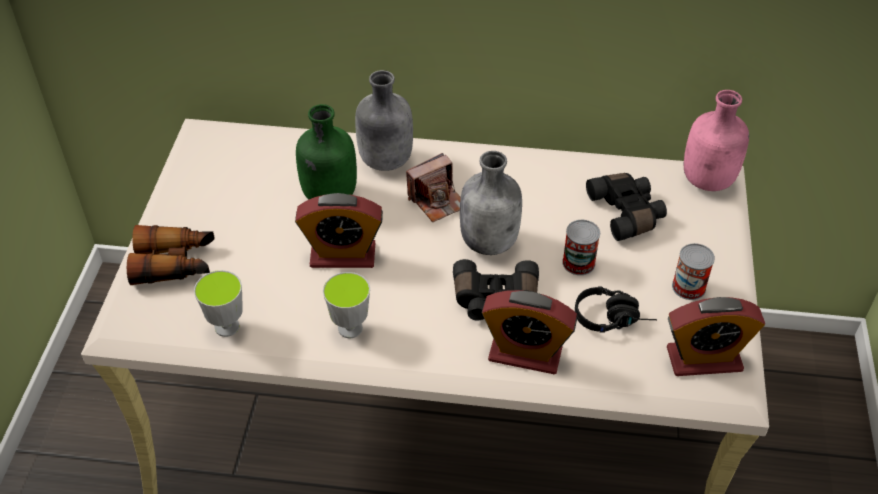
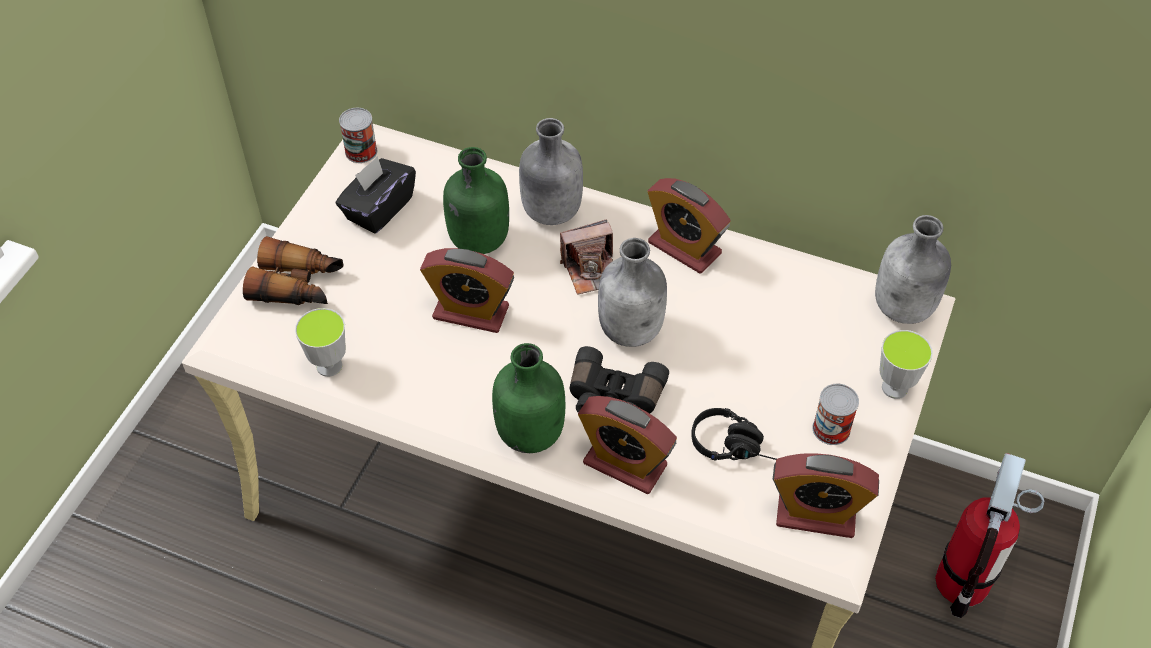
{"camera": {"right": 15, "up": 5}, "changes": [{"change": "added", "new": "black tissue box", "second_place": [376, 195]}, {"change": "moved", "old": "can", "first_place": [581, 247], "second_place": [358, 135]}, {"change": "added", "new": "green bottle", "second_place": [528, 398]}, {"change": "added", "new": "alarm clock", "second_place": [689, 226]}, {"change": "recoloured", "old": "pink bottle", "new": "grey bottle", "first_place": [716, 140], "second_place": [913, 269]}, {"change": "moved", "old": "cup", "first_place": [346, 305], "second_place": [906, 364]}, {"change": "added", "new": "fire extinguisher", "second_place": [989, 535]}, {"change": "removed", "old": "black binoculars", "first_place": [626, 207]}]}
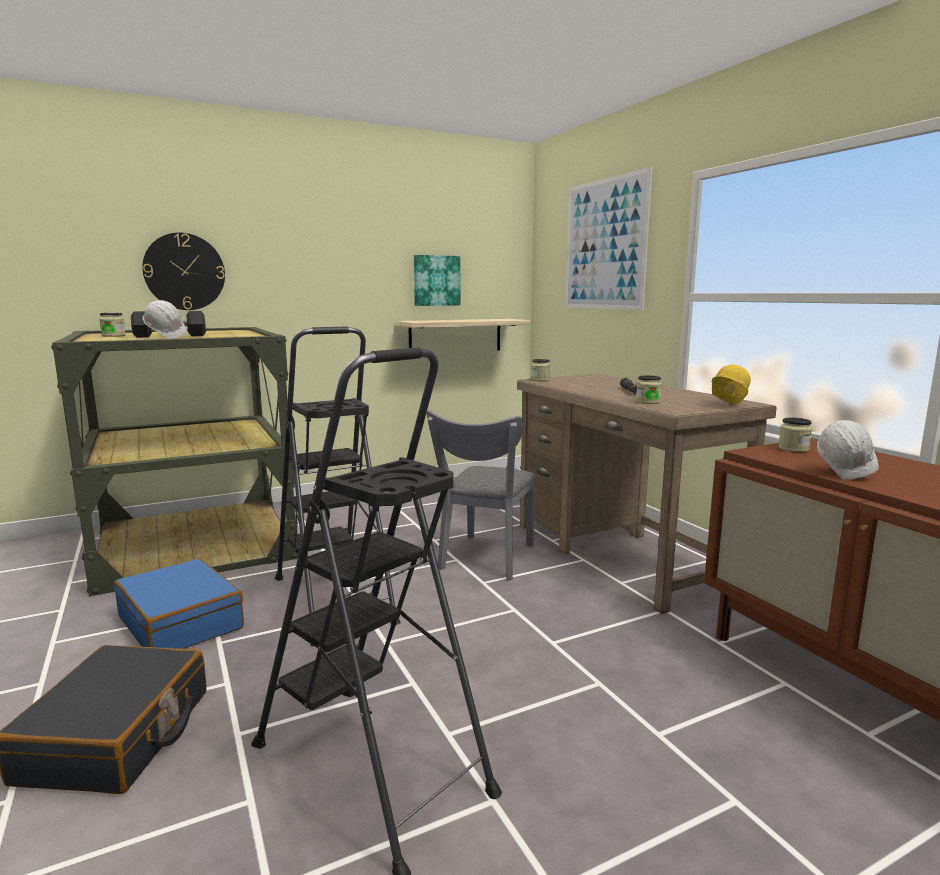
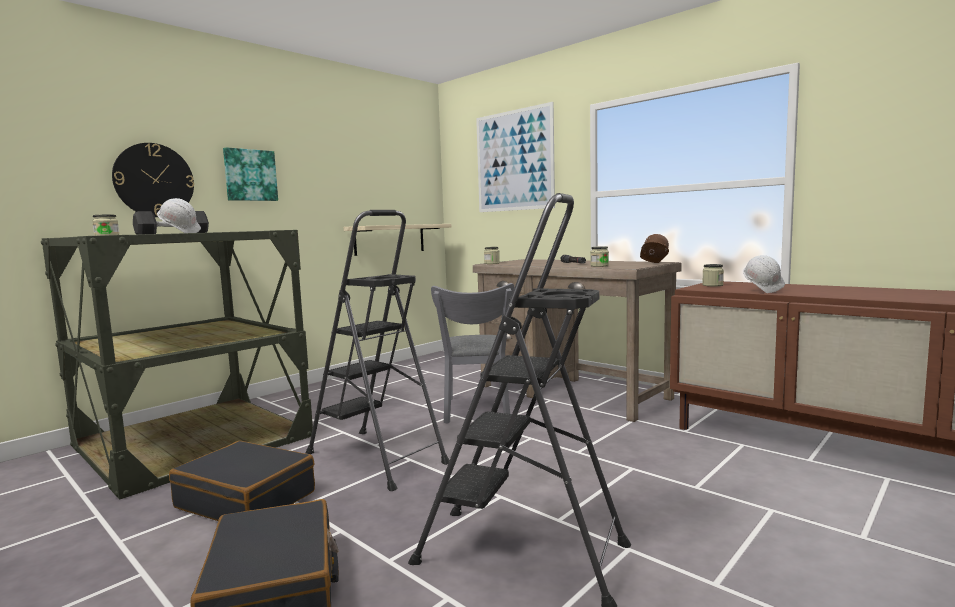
{"camera": {"right": -20, "up": -5}, "changes": [{"change": "recoloured", "old": "blue suitcase", "new": "black suitcase", "first_place": [179, 603], "second_place": [242, 481]}, {"change": "moved", "old": "picture", "first_place": [437, 280], "second_place": [250, 174]}, {"change": "recoloured", "old": "yellow hard hat", "new": "brown hard hat", "first_place": [731, 384], "second_place": [654, 248]}]}
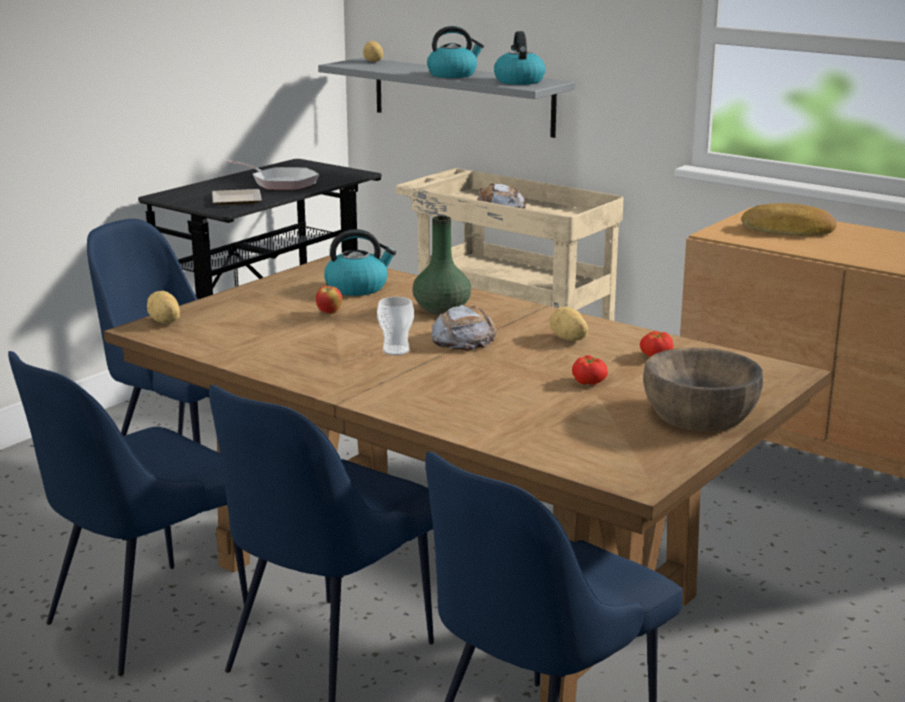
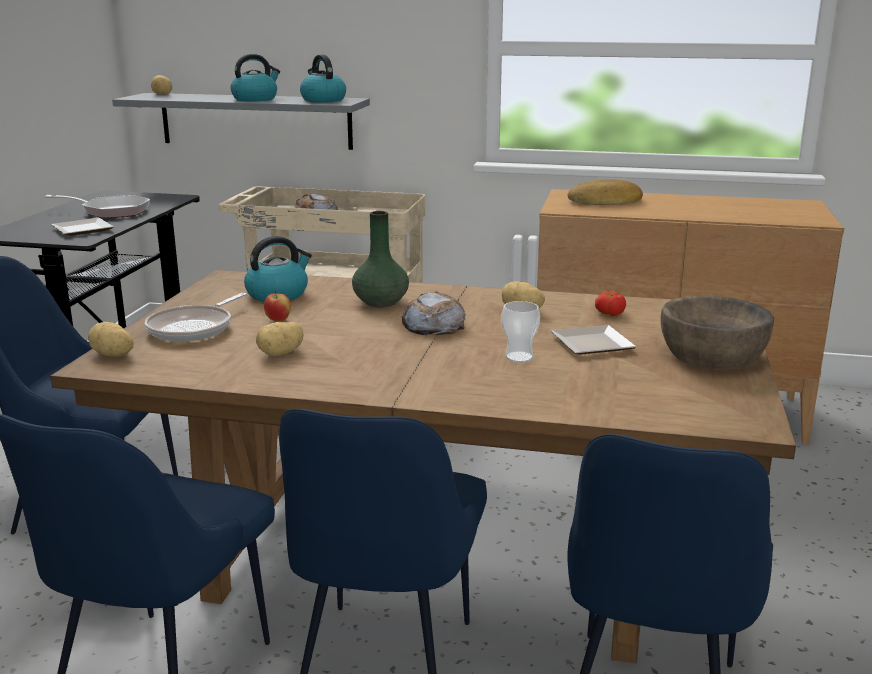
{"camera": {"right": -25, "up": 0}, "changes": [{"change": "added", "new": "frying pan", "second_place": [196, 317]}, {"change": "added", "new": "potato", "second_place": [279, 339]}, {"change": "moved", "old": "cup", "first_place": [395, 326], "second_place": [520, 332]}, {"change": "replaced", "old": "tomato", "new": "plate", "first_place": [590, 370], "second_place": [593, 339]}]}
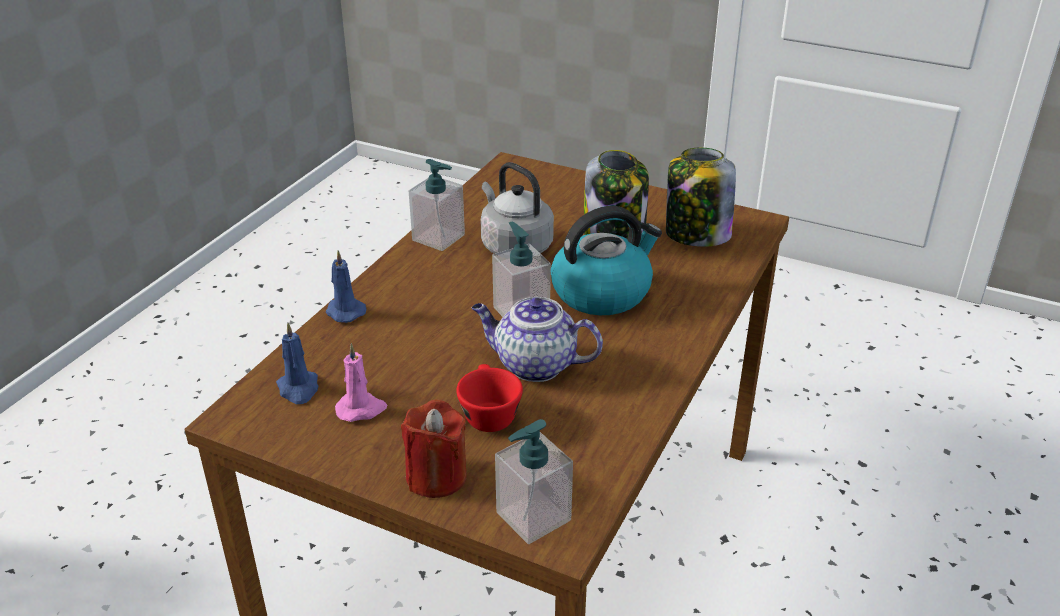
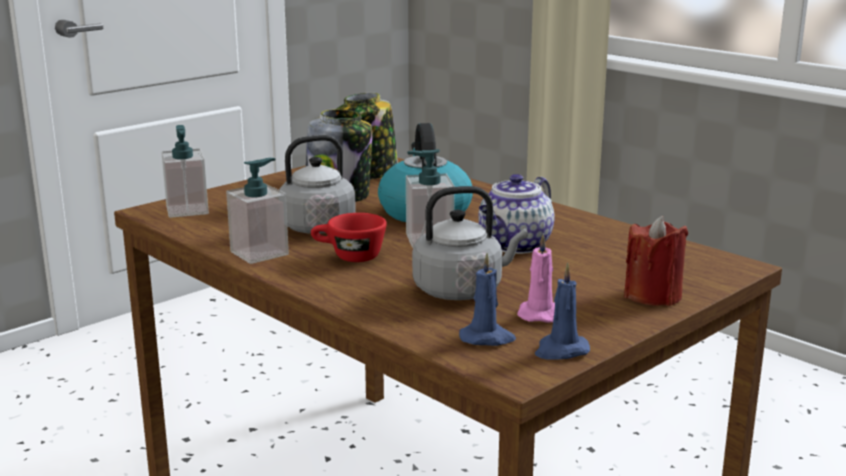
{"camera": {"right": -70, "up": -15}, "changes": [{"change": "moved", "old": "soap dispenser", "first_place": [534, 481], "second_place": [185, 171]}, {"change": "moved", "old": "red cup", "first_place": [489, 398], "second_place": [349, 237]}, {"change": "added", "new": "grey kettle", "second_place": [470, 243]}, {"change": "moved", "old": "blue candle", "first_place": [346, 286], "second_place": [562, 311]}]}
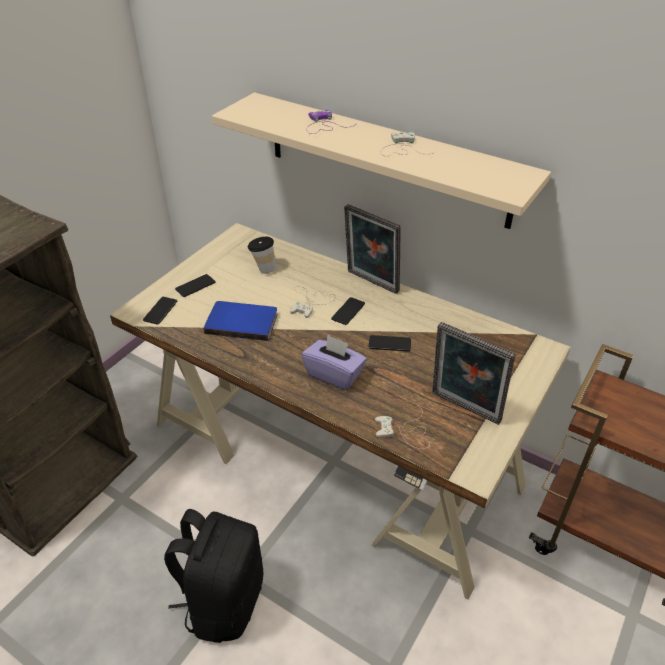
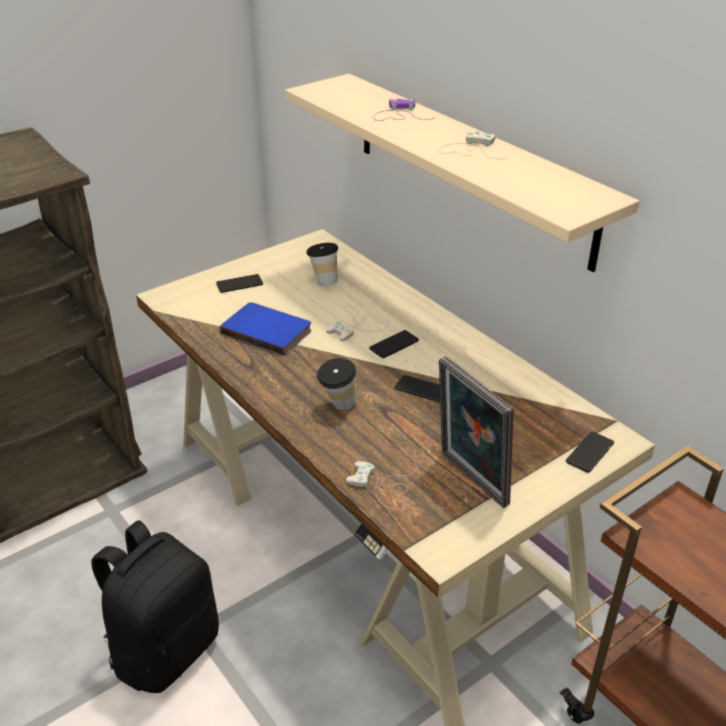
{"camera": {"right": 20, "up": -5}, "changes": [{"change": "replaced", "old": "purple tissue box", "new": "cup", "first_place": [334, 362], "second_place": [336, 384]}, {"change": "moved", "old": "phone", "first_place": [160, 311], "second_place": [590, 452]}, {"change": "removed", "old": "picture frame", "first_place": [372, 249]}]}
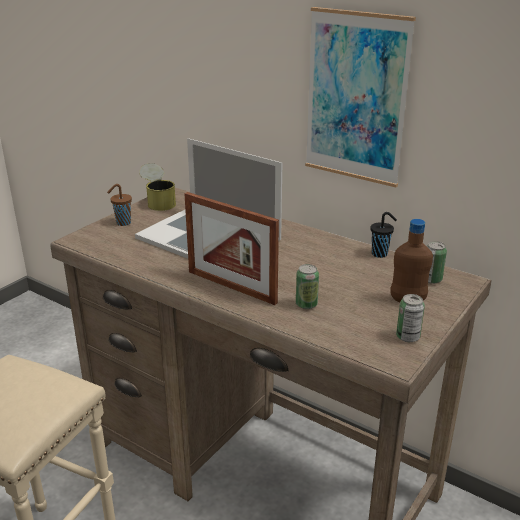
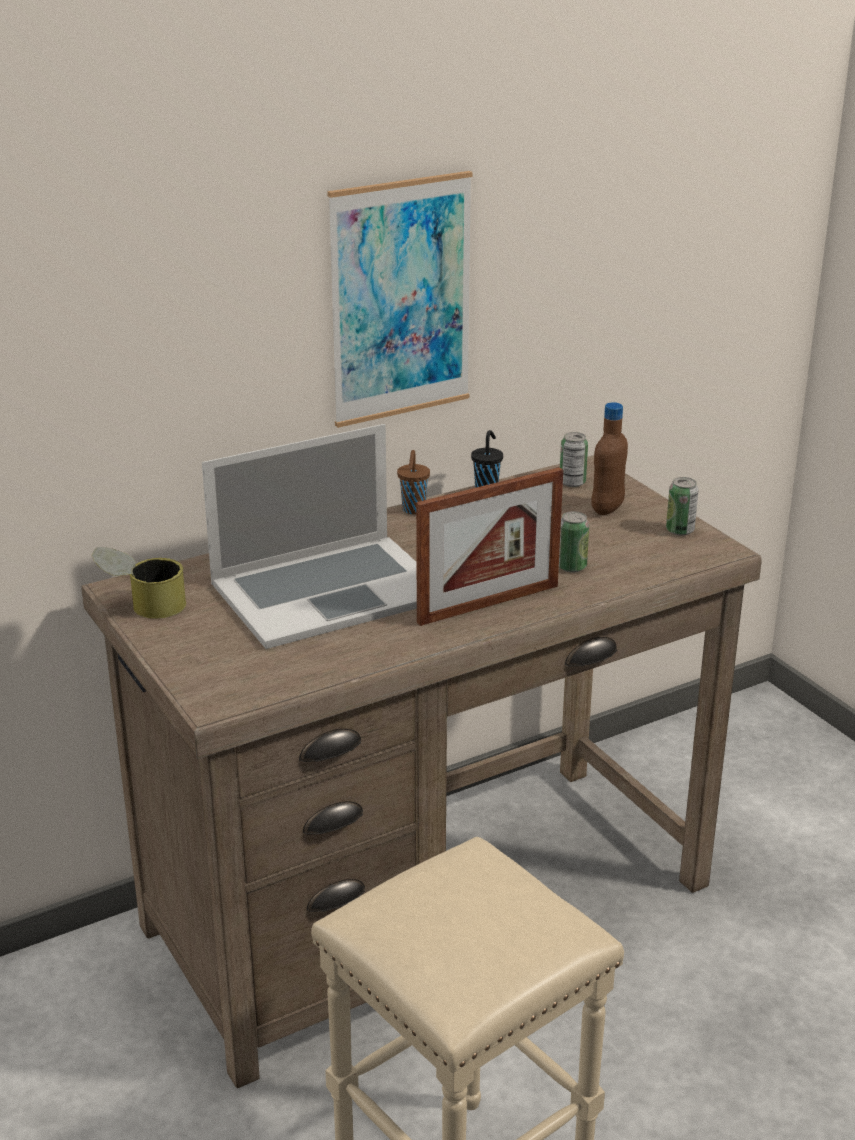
{"camera": {"right": -65, "up": 0}, "changes": [{"change": "moved", "old": "brown cup", "first_place": [119, 205], "second_place": [413, 482]}]}
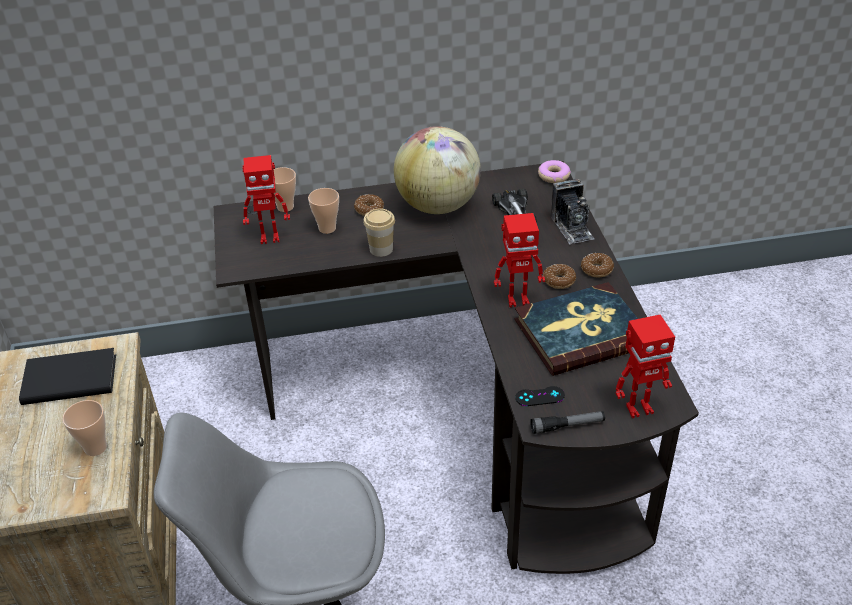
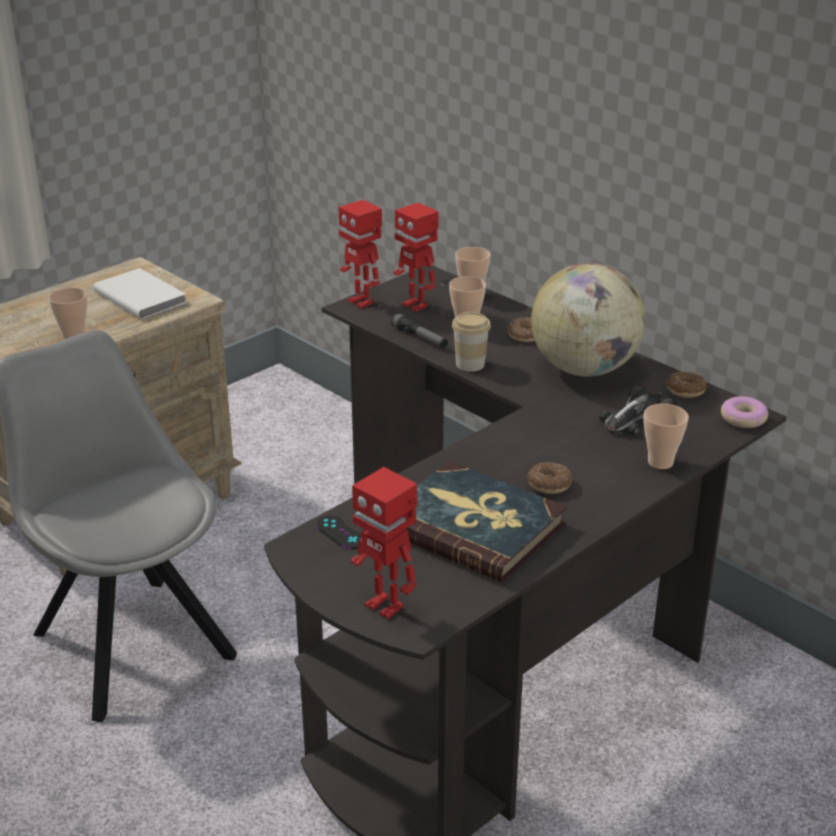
{"camera": {"right": 55, "up": -10}, "changes": [{"change": "recoloured", "old": "black book", "new": "white book", "first_place": [67, 376], "second_place": [140, 293]}, {"change": "moved", "old": "toy robot", "first_place": [519, 260], "second_place": [360, 254]}, {"change": "moved", "old": "flashlight", "first_place": [567, 422], "second_place": [419, 330]}, {"change": "replaced", "old": "photo camera", "new": "cup", "first_place": [573, 211], "second_place": [666, 436]}, {"change": "moved", "old": "donut", "first_place": [597, 265], "second_place": [686, 384]}]}
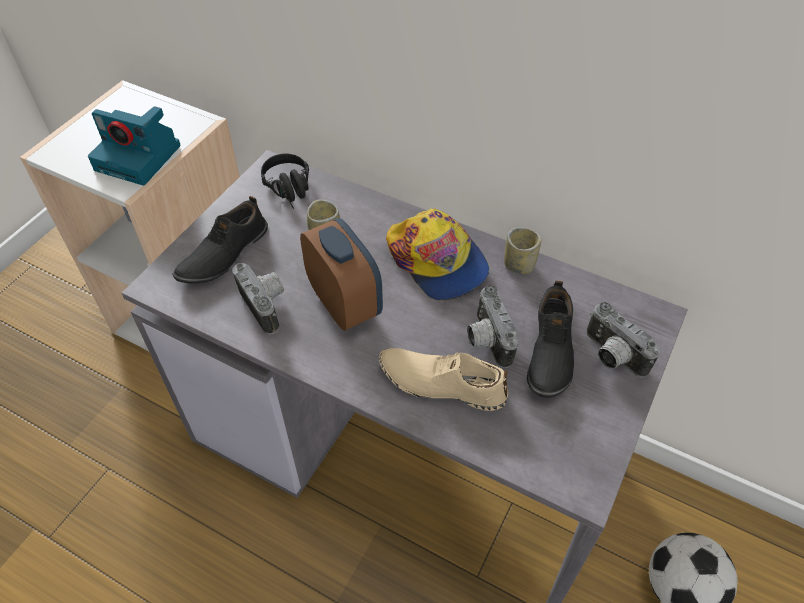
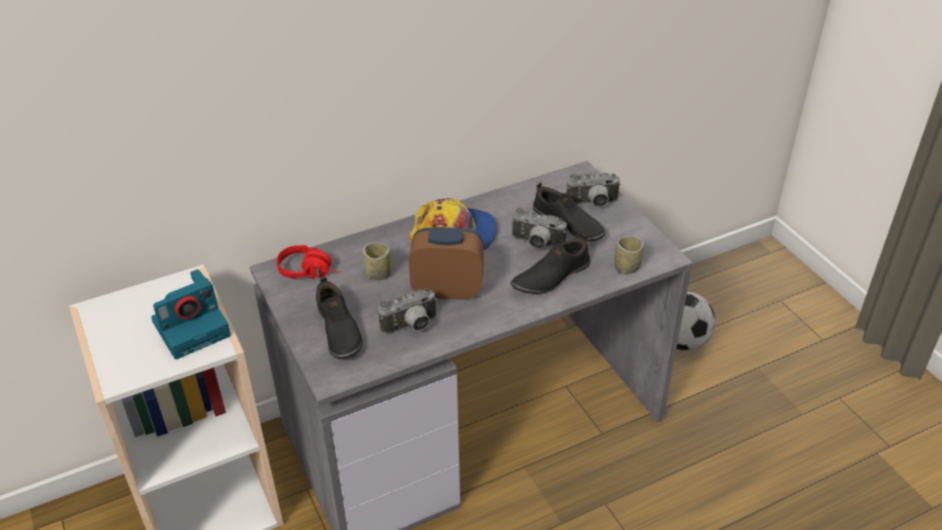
{"camera": {"right": -55, "up": -10}, "changes": [{"change": "recoloured", "old": "black headphones", "new": "red headphones", "first_place": [285, 181], "second_place": [309, 262]}, {"change": "turned", "old": "photo camera", "first_place": [258, 299], "second_place": [407, 311], "degrees": 150}, {"change": "recoloured", "old": "beige shoe", "new": "black shoe", "first_place": [443, 379], "second_place": [550, 264]}, {"change": "moved", "old": "cup", "first_place": [522, 250], "second_place": [629, 255]}]}
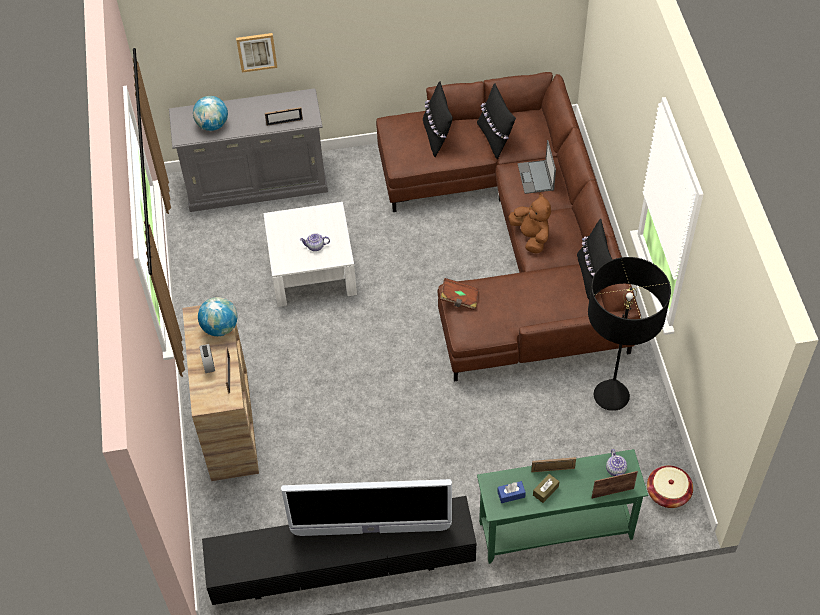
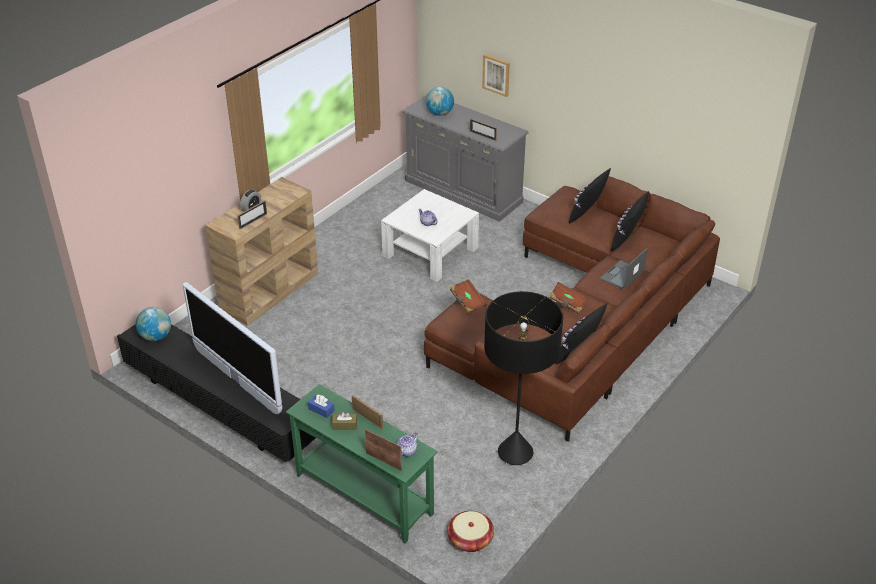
{"camera": {"right": 45, "up": -15}, "changes": [{"change": "moved", "old": "globe", "first_place": [217, 316], "second_place": [153, 324]}, {"change": "replaced", "old": "brown plush toy", "new": "brown book", "first_place": [529, 223], "second_place": [568, 297]}]}
